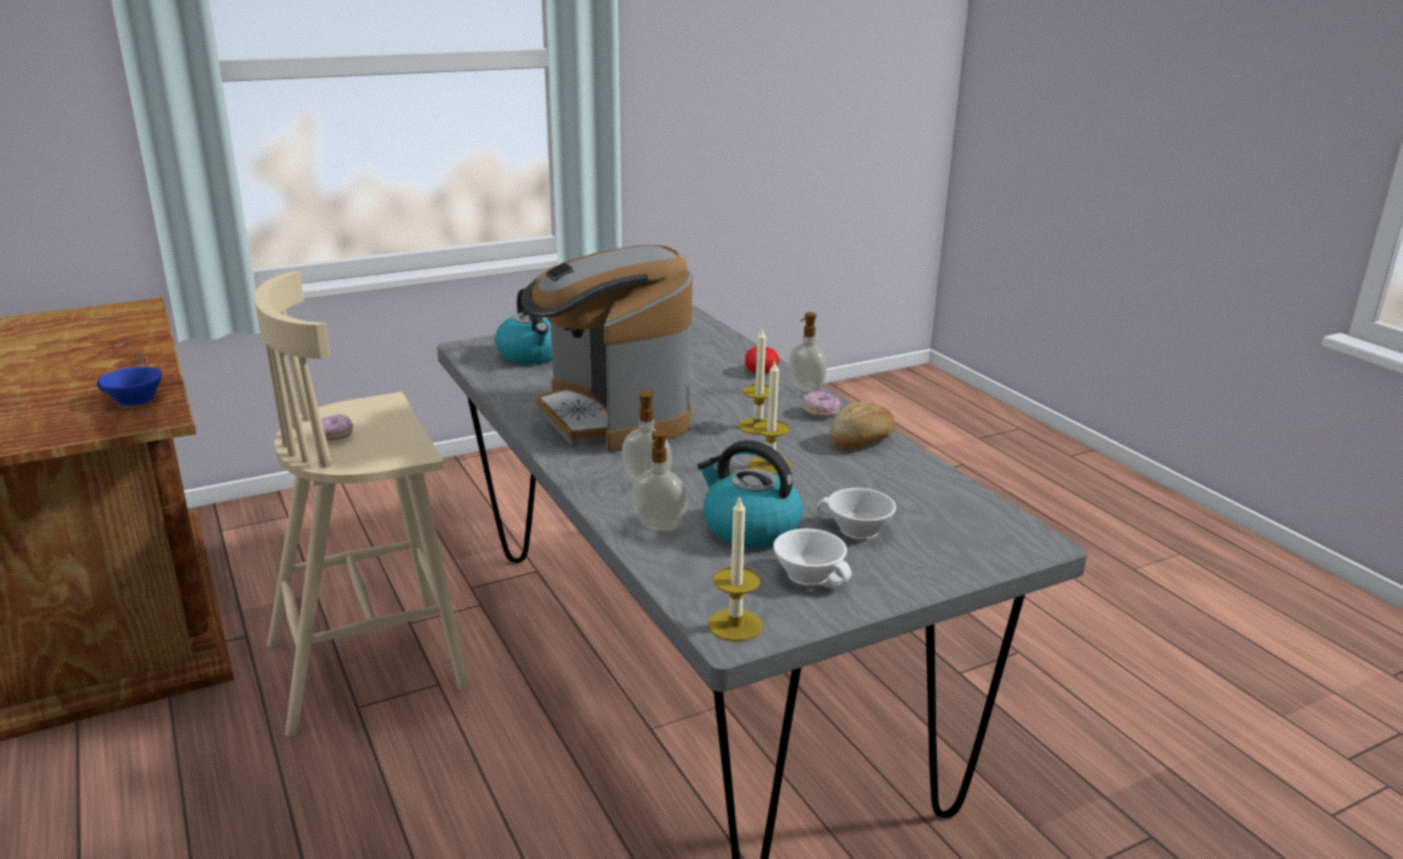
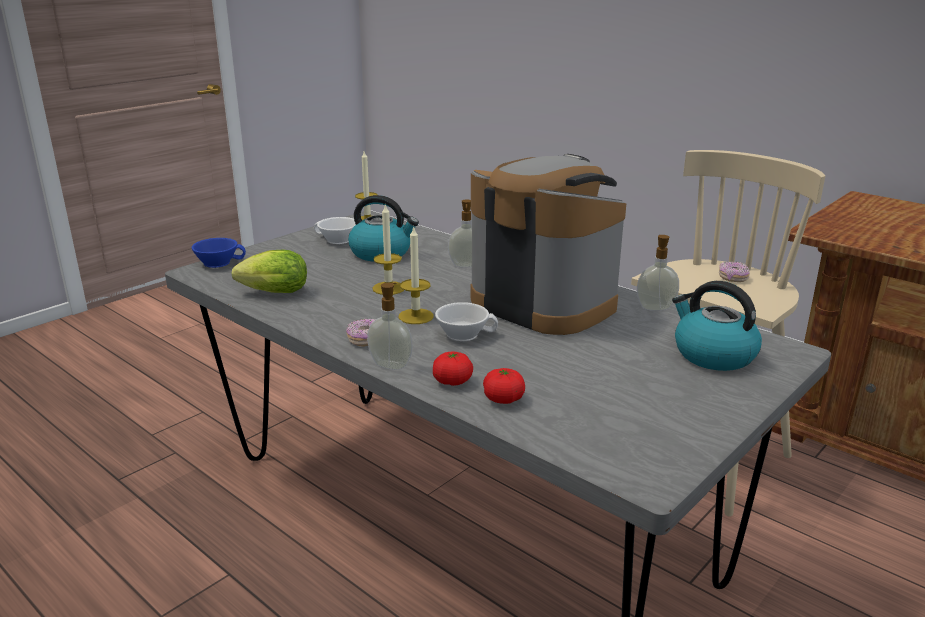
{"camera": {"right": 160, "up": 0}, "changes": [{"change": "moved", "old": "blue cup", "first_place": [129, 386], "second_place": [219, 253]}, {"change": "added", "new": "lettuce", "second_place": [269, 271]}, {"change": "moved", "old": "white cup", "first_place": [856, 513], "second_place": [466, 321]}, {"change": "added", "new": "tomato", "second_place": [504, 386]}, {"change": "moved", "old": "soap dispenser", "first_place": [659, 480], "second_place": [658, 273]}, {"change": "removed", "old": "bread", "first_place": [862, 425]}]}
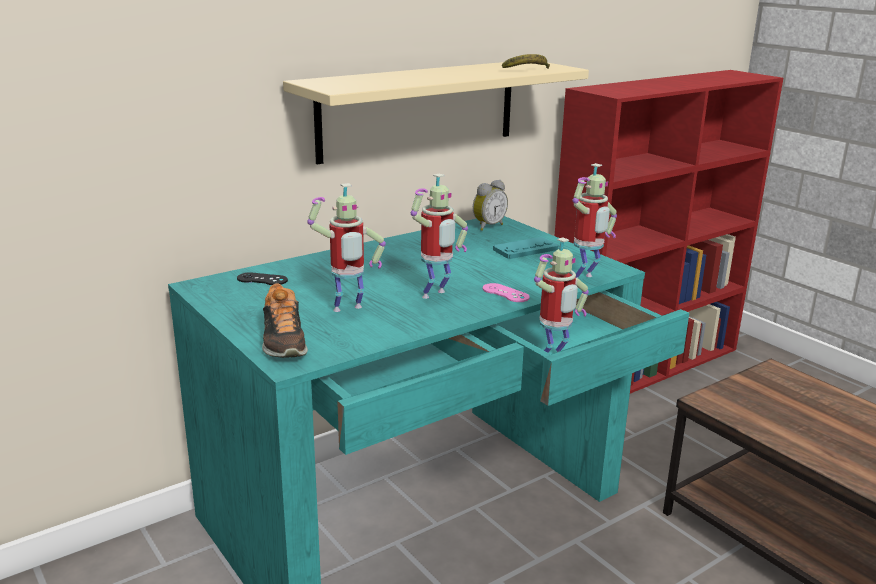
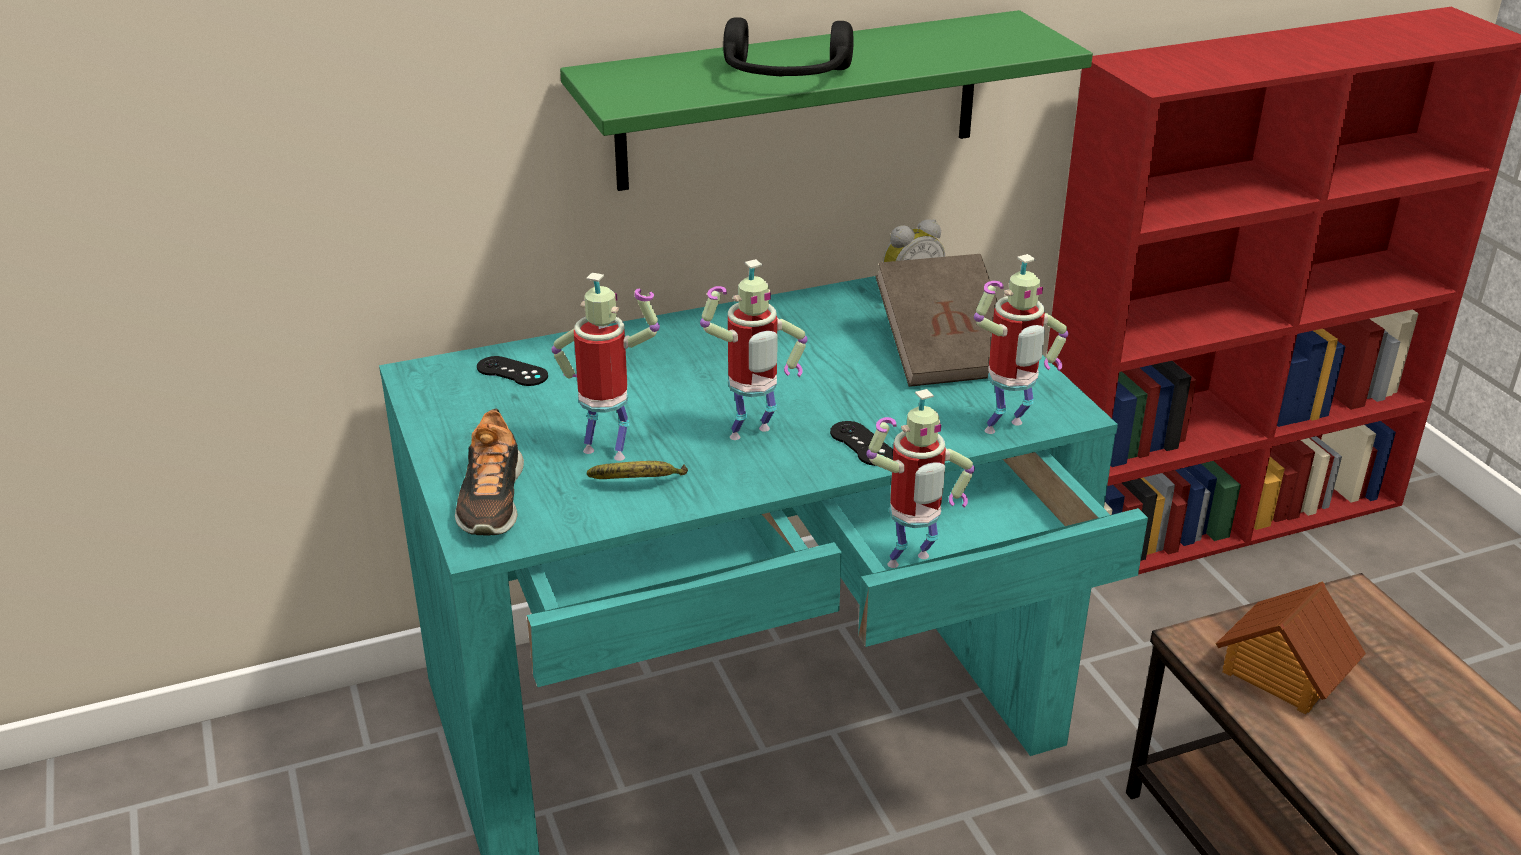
{"camera": {"right": 15, "up": 10}, "changes": [{"change": "turned", "old": "toy robot", "first_place": [346, 247], "second_place": [605, 367], "degrees": -150}, {"change": "recoloured", "old": "beige shelf", "new": "green shelf", "first_place": [436, 113], "second_place": [826, 100]}, {"change": "moved", "old": "banana", "first_place": [526, 61], "second_place": [637, 470]}, {"change": "added", "new": "black headphones", "second_place": [788, 47]}, {"change": "recoloured", "old": "pink game controller", "new": "black game controller", "first_place": [506, 292], "second_place": [861, 443]}, {"change": "replaced", "old": "turquoise game controller", "new": "brown book", "first_place": [525, 248], "second_place": [936, 320]}, {"change": "added", "new": "toy house", "second_place": [1291, 647]}]}
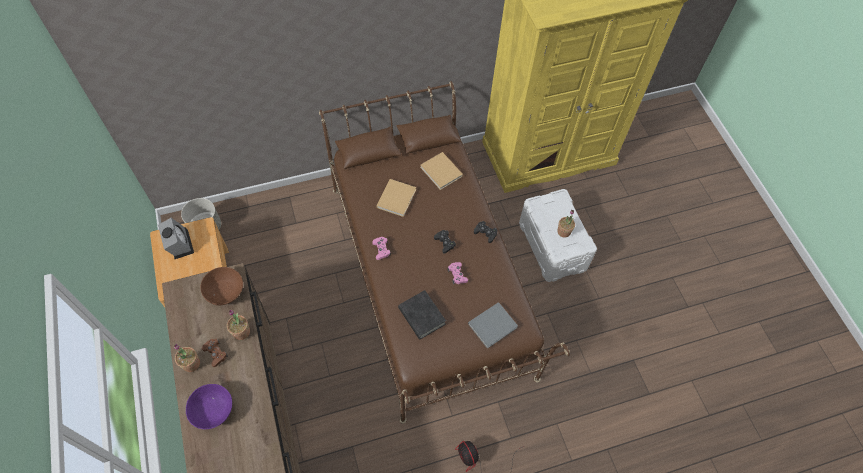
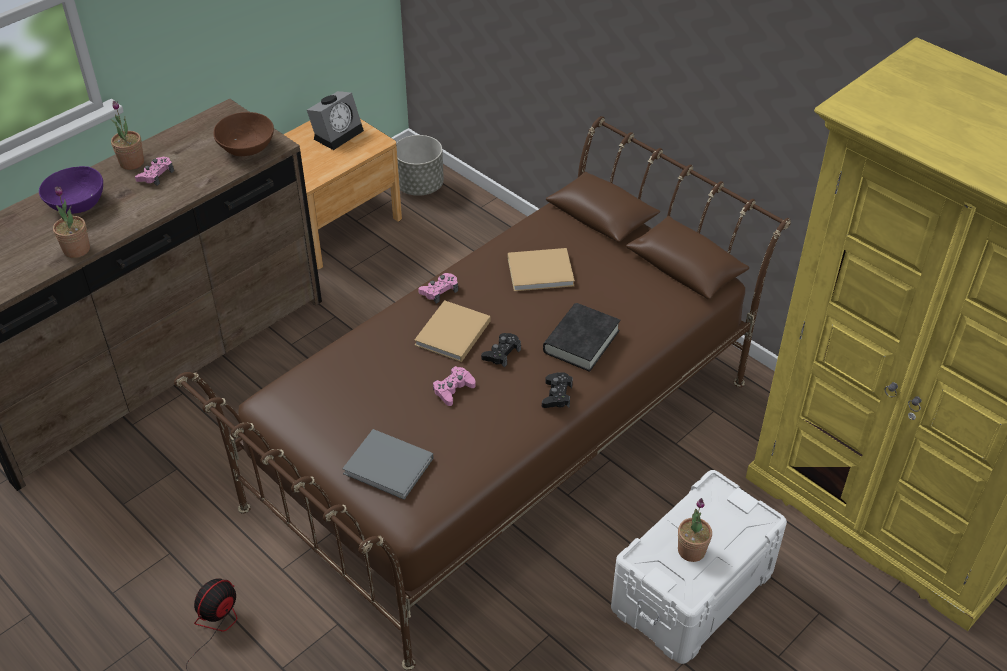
{"camera": {"right": 65, "up": -15}, "changes": [{"change": "moved", "old": "potted plant", "first_place": [238, 325], "second_place": [71, 222]}, {"change": "recoloured", "old": "brown game controller", "new": "pink game controller", "first_place": [215, 353], "second_place": [154, 171]}, {"change": "moved", "old": "beige book", "first_place": [441, 171], "second_place": [452, 331]}, {"change": "moved", "old": "black book", "first_place": [422, 314], "second_place": [581, 337]}]}
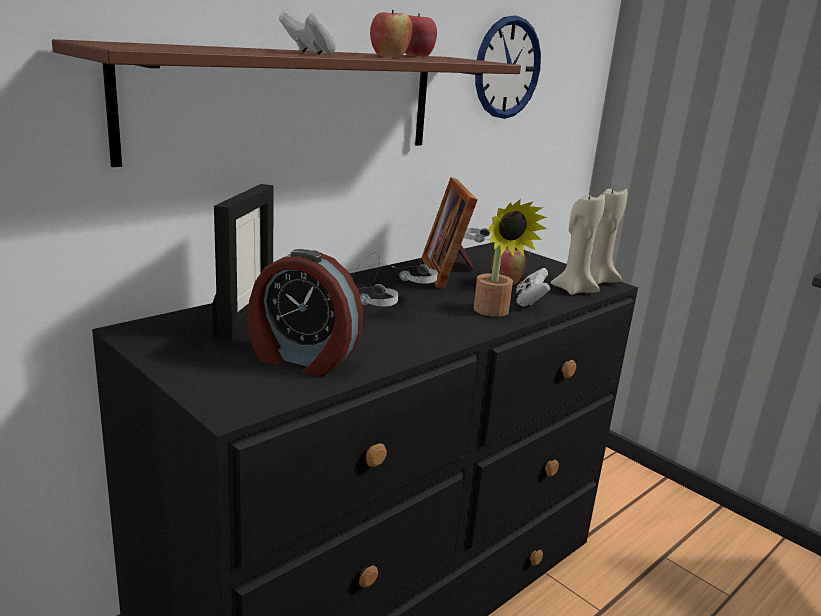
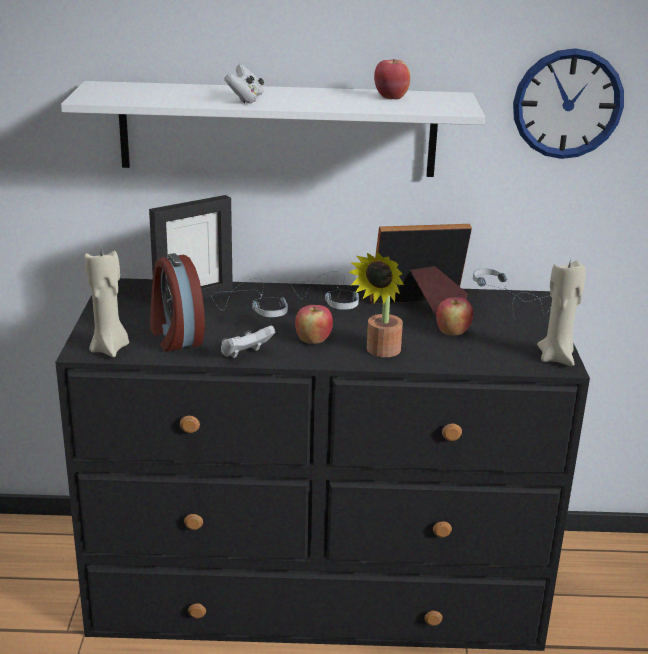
{"camera": {"right": 45, "up": 5}, "changes": [{"change": "recoloured", "old": "brown shelf", "new": "white shelf", "first_place": [286, 103], "second_place": [273, 129]}, {"change": "moved", "old": "beige candle", "first_place": [578, 243], "second_place": [107, 304]}, {"change": "moved", "old": "white game controller", "first_place": [533, 287], "second_place": [248, 341]}, {"change": "moved", "old": "apple", "first_place": [391, 34], "second_place": [314, 324]}, {"change": "turned", "old": "picture frame", "first_place": [450, 233], "second_place": [421, 270], "degrees": 45}]}
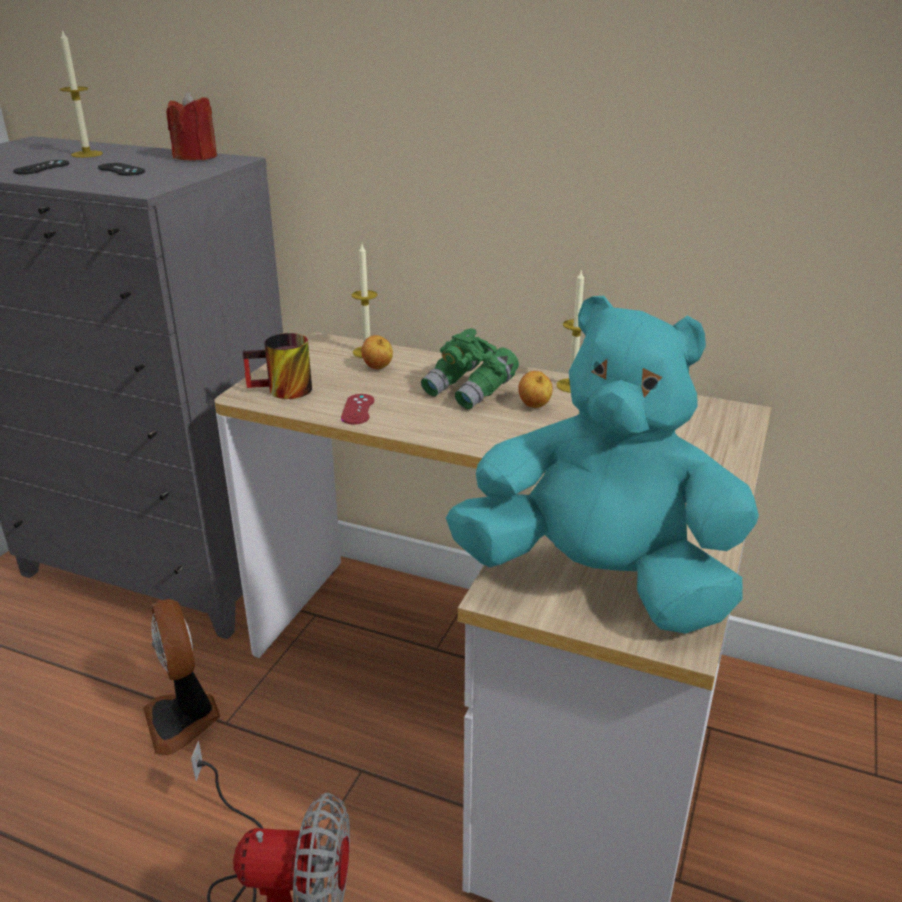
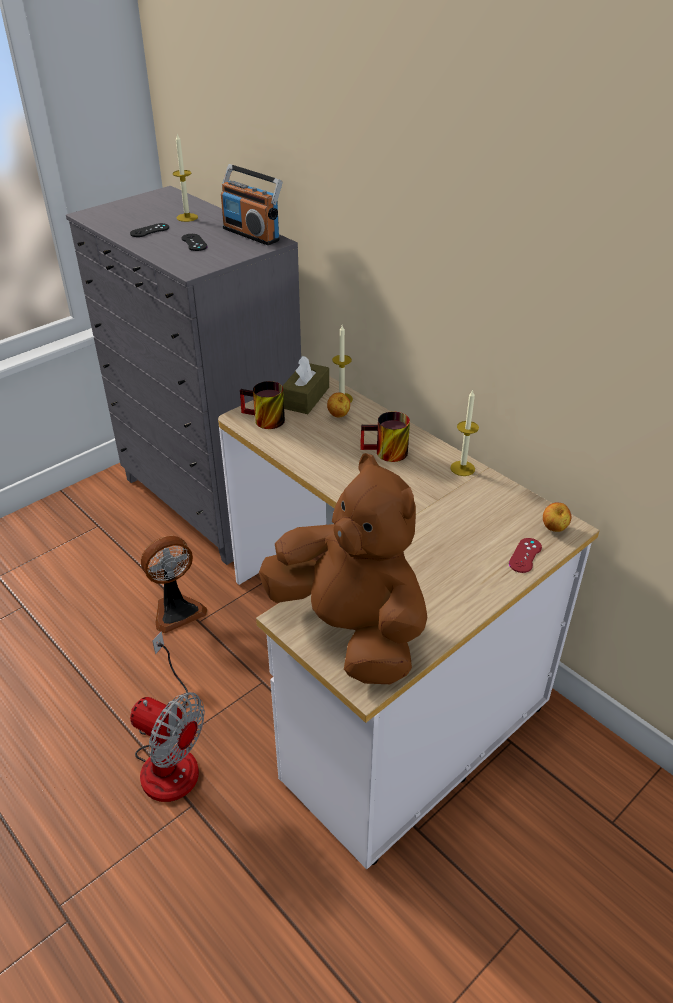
{"camera": {"right": 25, "up": 10}, "changes": [{"change": "turned", "old": "fan", "first_place": [181, 677], "second_place": [174, 584], "degrees": -120}, {"change": "replaced", "old": "red candle", "new": "radio", "first_place": [191, 125], "second_place": [251, 204]}, {"change": "recoloured", "old": "turquoise plush toy", "new": "brown plush toy", "first_place": [602, 465], "second_place": [343, 568]}, {"change": "added", "new": "brown tissue box", "second_place": [306, 385]}, {"change": "replaced", "old": "green binoculars", "new": "mug", "first_place": [470, 369], "second_place": [385, 436]}, {"change": "moved", "old": "red game controller", "first_place": [357, 409], "second_place": [525, 555]}, {"change": "moved", "old": "apple", "first_place": [535, 389], "second_place": [557, 517]}]}
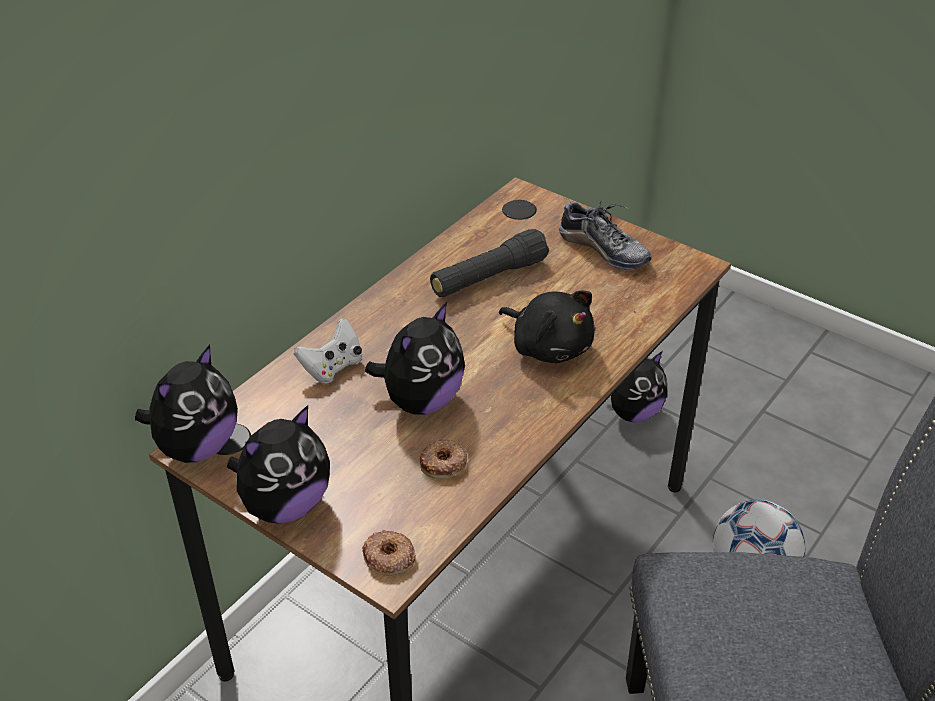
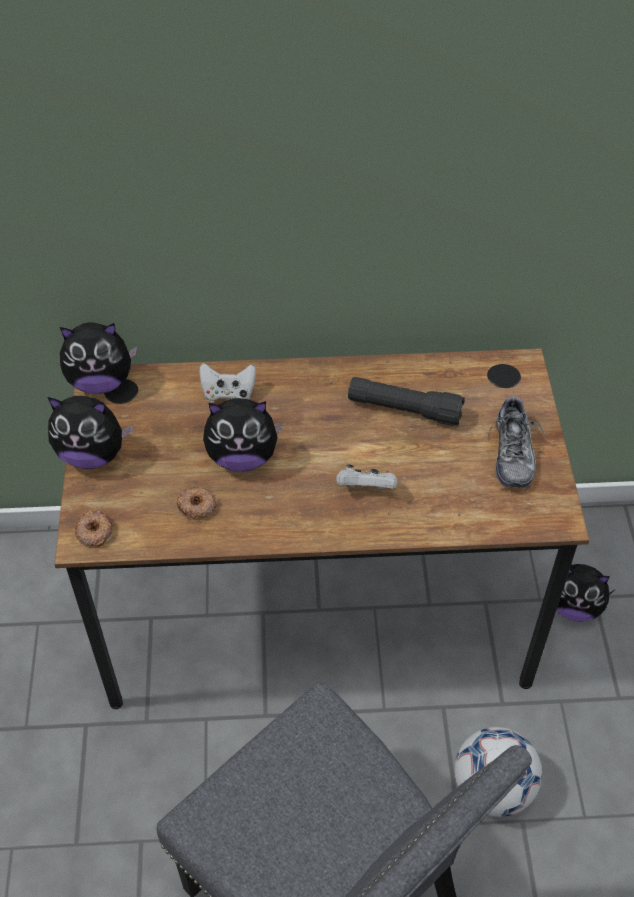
{"camera": {"right": 50, "up": 10}, "changes": [{"change": "replaced", "old": "black plush toy", "new": "white game controller", "first_place": [547, 326], "second_place": [367, 477]}]}
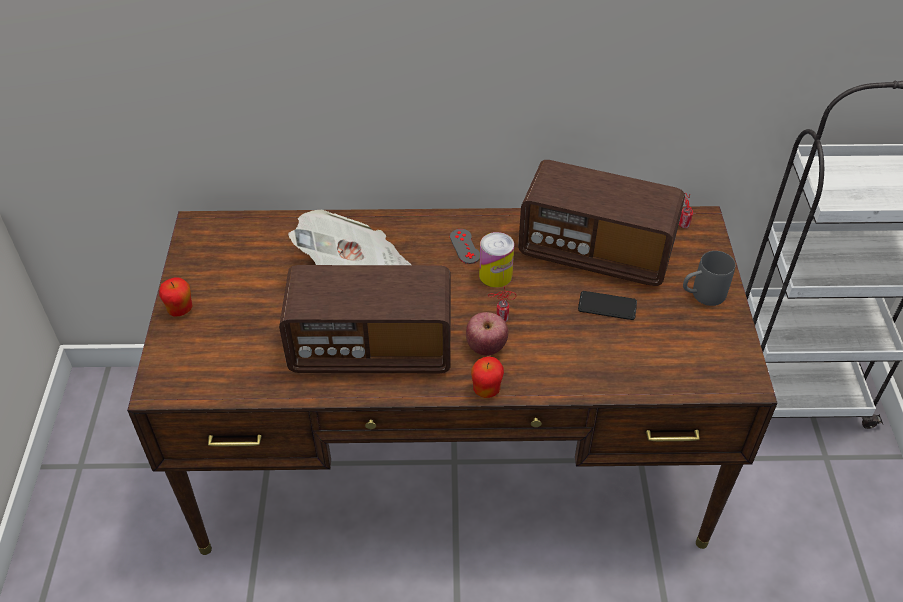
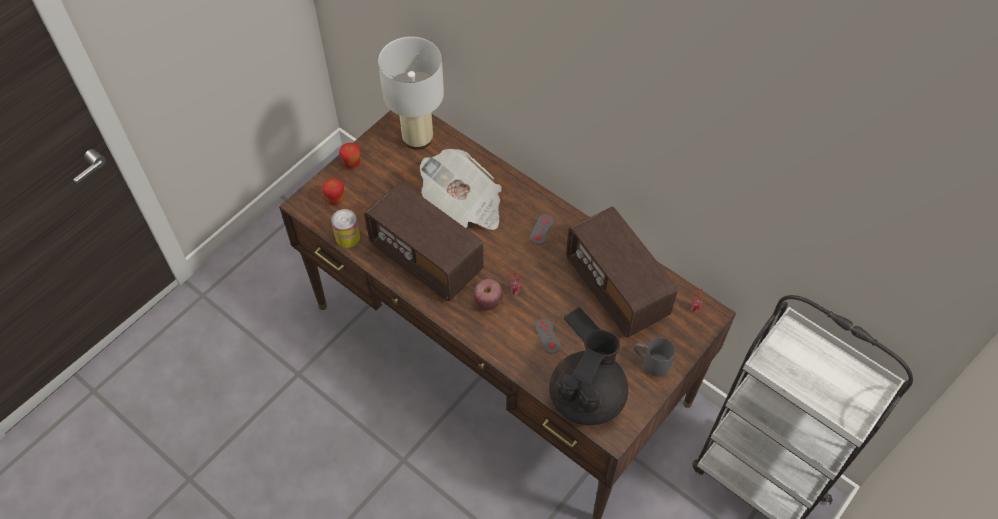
{"camera": {"right": 40, "up": 10}, "changes": [{"change": "moved", "old": "apple", "first_place": [487, 377], "second_place": [333, 191]}, {"change": "moved", "old": "can", "first_place": [496, 260], "second_place": [345, 228]}, {"change": "added", "new": "white table lamp", "second_place": [411, 93]}, {"change": "added", "new": "grey game controller", "second_place": [548, 336]}, {"change": "added", "new": "black teapot", "second_place": [588, 377]}]}
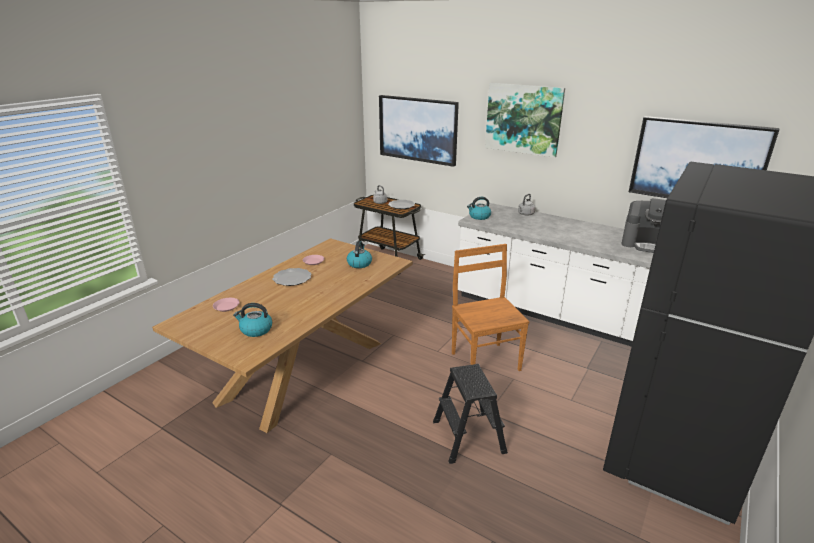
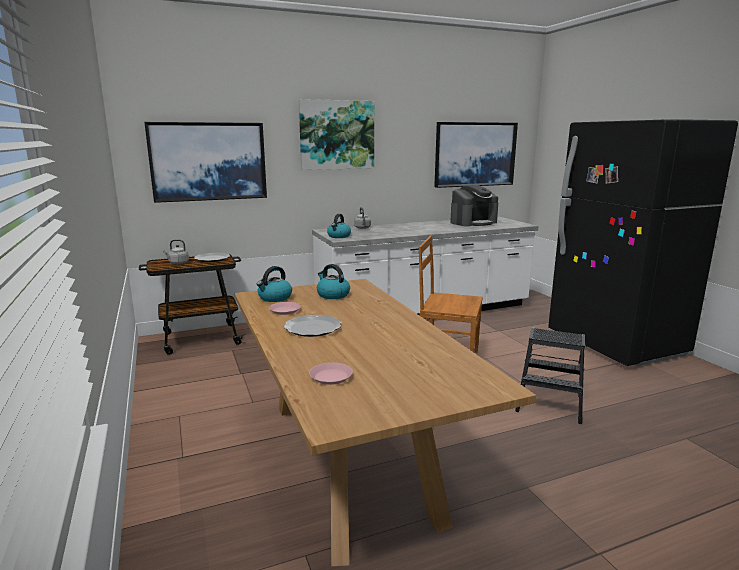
{"camera": {"right": -55, "up": -10}, "changes": [{"change": "moved", "old": "kettle", "first_place": [252, 320], "second_place": [274, 284]}]}
